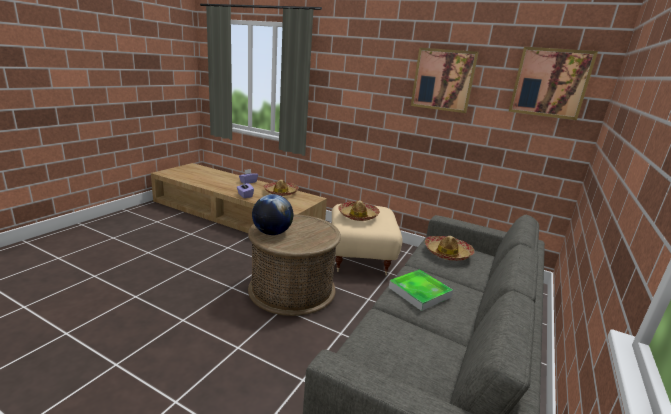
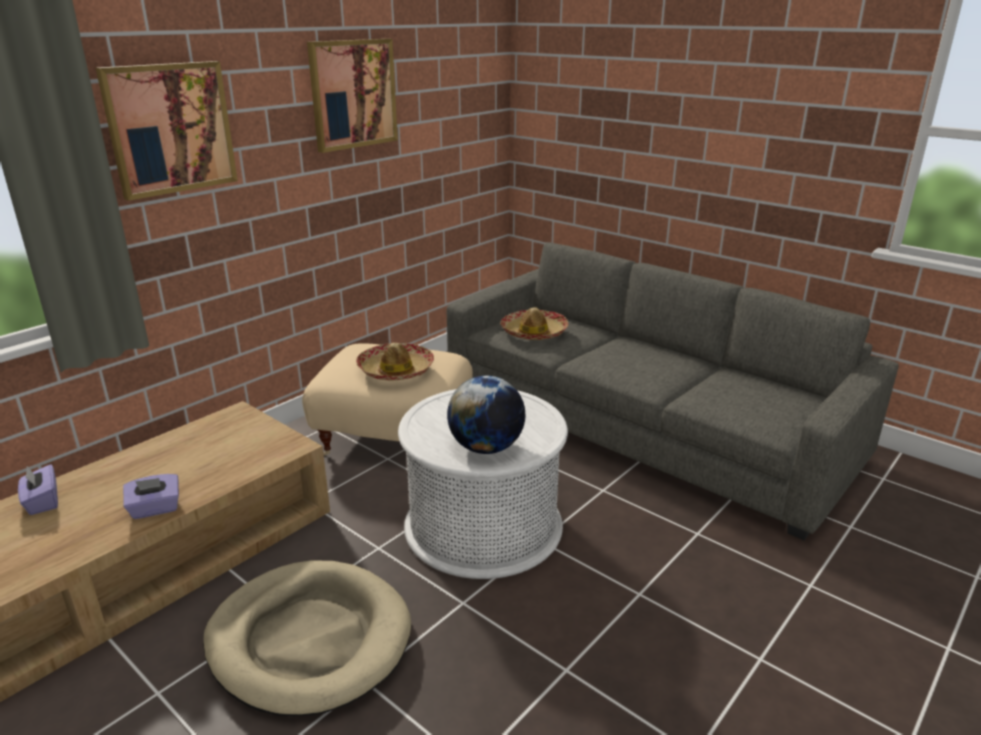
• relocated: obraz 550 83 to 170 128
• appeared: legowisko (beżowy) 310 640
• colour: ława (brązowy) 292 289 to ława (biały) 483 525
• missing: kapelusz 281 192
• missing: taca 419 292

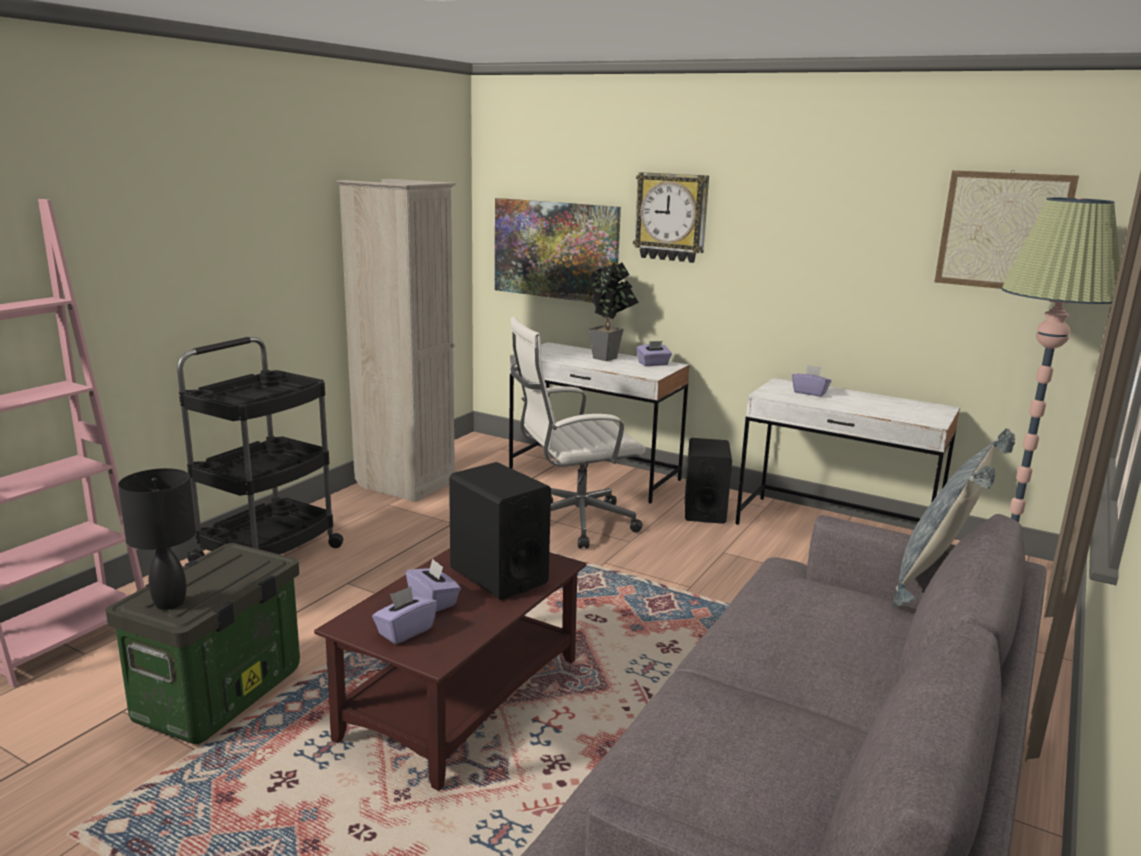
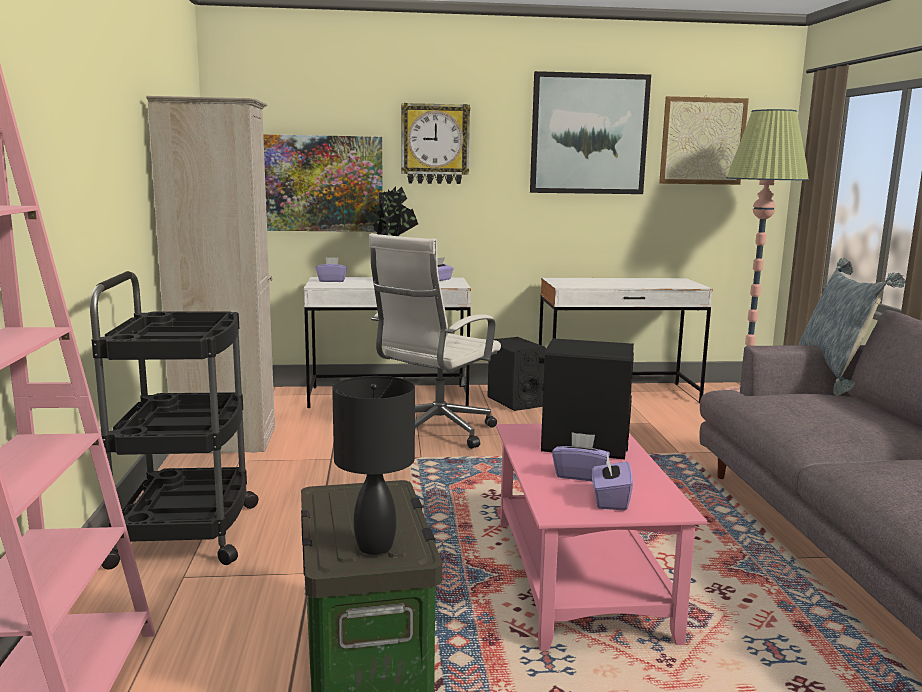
• relocated: pudełko chusteczek (fioletowy) 810 392 to 332 281
• colour: ława (brązowy) 461 700 to ława (różowy) 581 579
• appeared: obraz 589 134

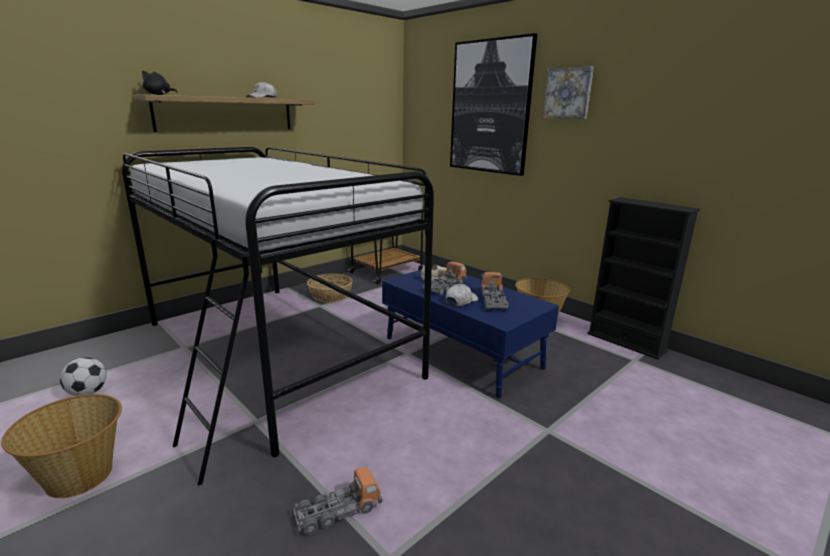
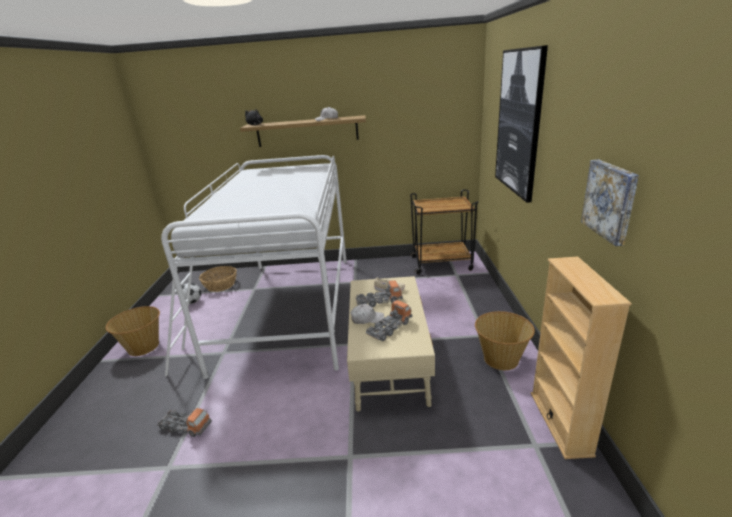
• colour: łóżko (czarny) 275 351 to łóżko (biały) 287 309
• relocated: koszyk 330 296 to 221 285
• colour: ława (niebieski) 460 352 to ława (beżowy) 388 360
• colour: regał (czarny) 626 342 to regał (beżowy) 560 422
• relocated: obraz 568 93 to 611 200

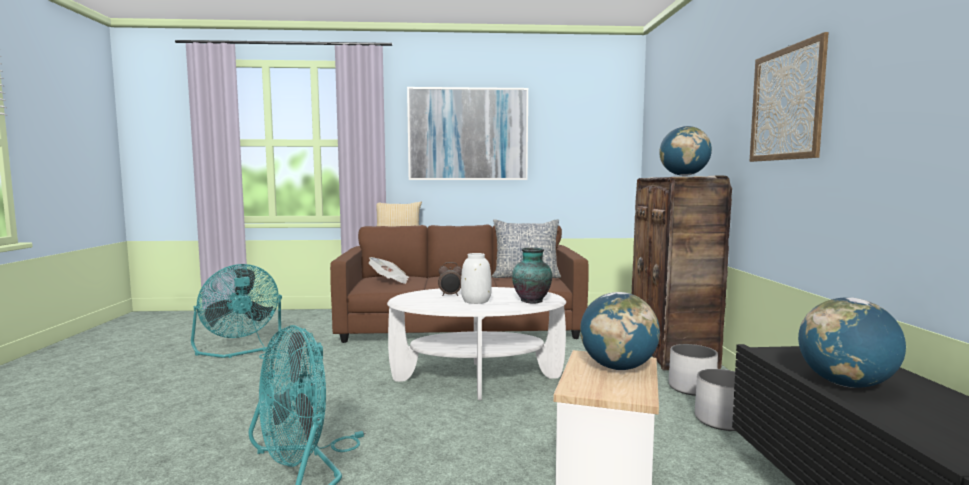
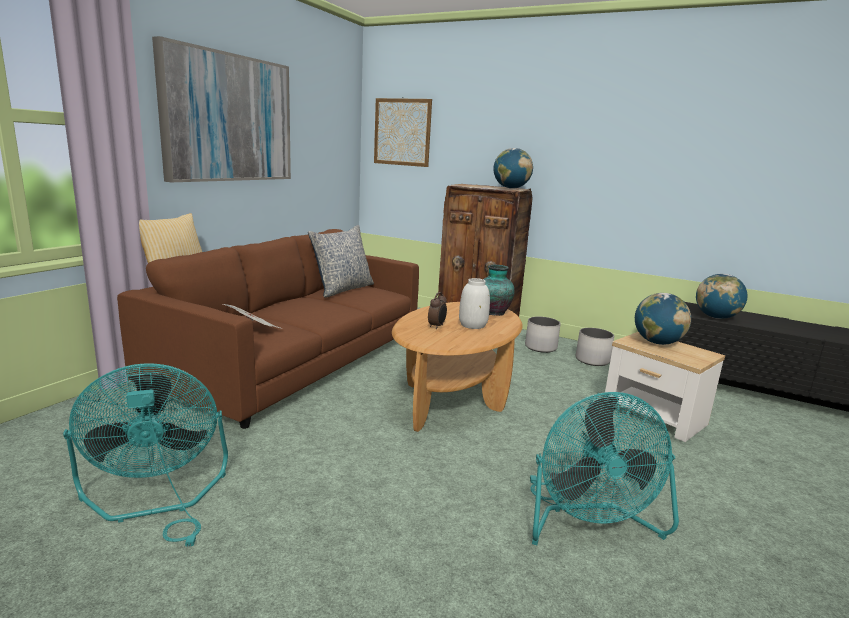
• spun: wentylator (turkusowy) 247 350 = 159 502 75 degrees clockwise
• relocated: obraz 786 102 to 402 131
• colour: ława (biały) 477 379 to ława (brązowy) 453 398

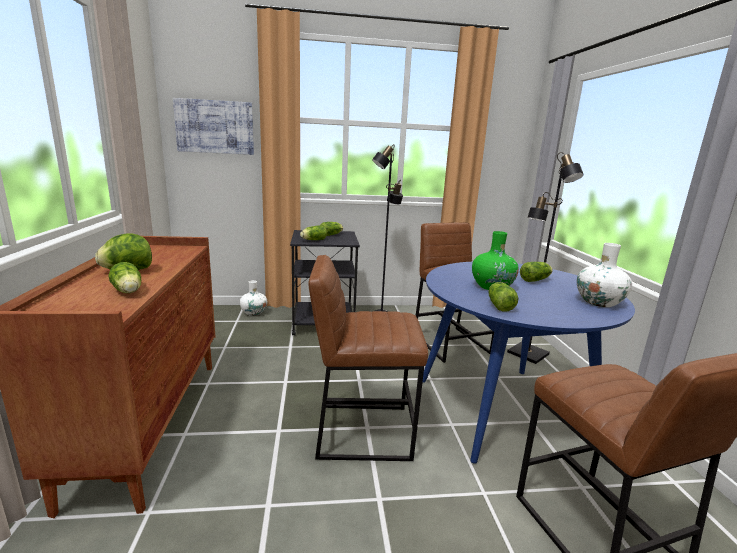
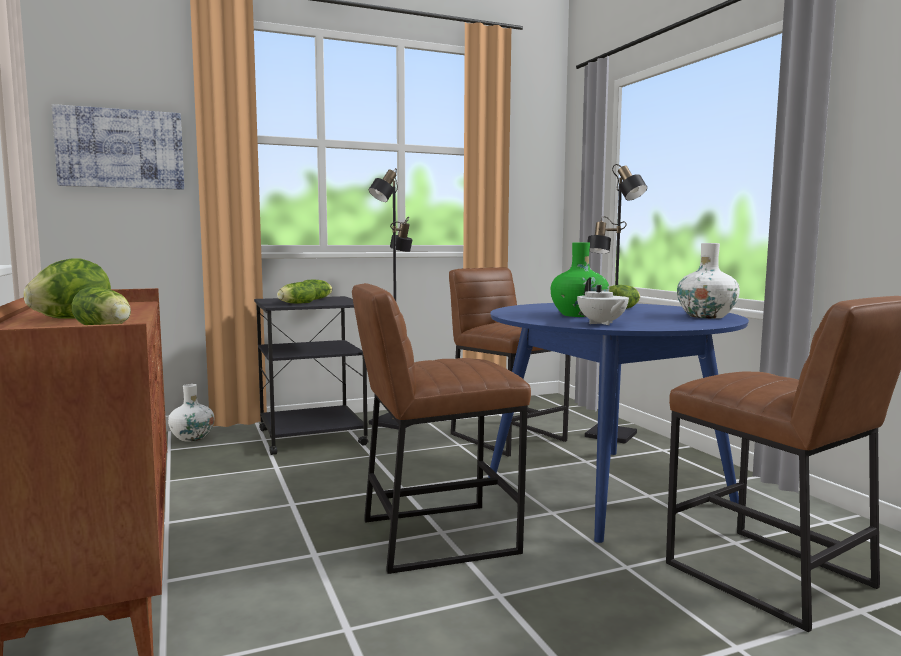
• exchanged: sałata 499 305 to imbryk (biały) 601 323

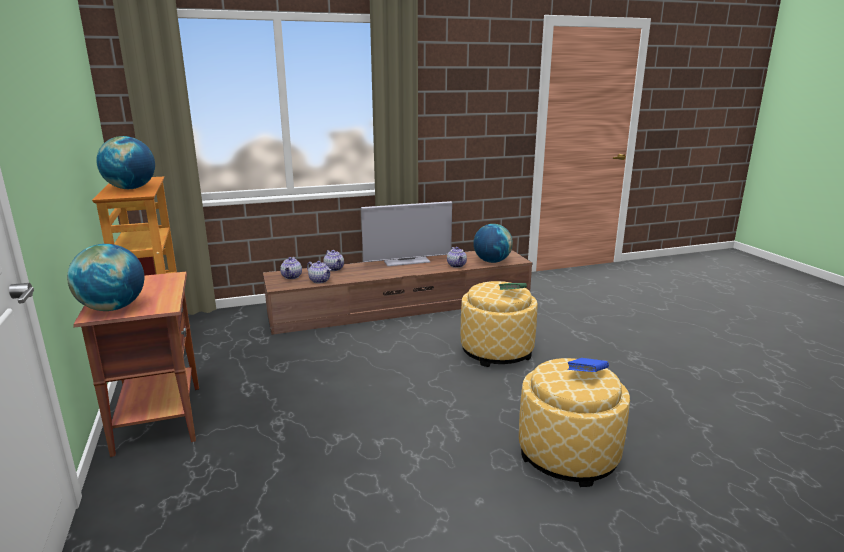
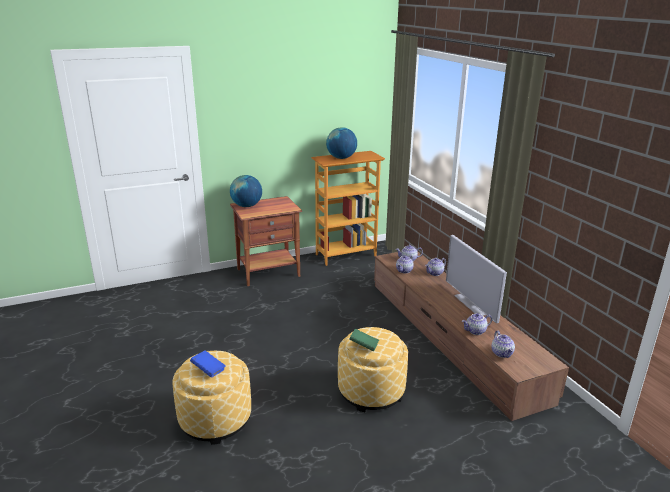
• exchanged: globus 492 261 to imbryk 502 353

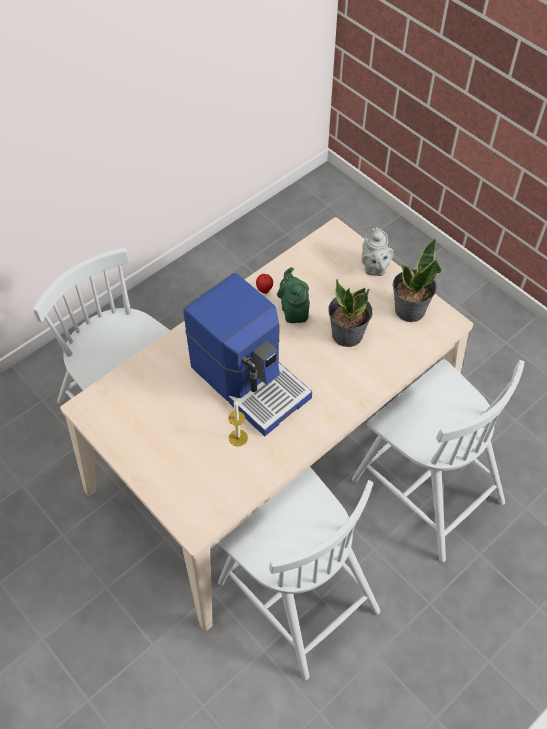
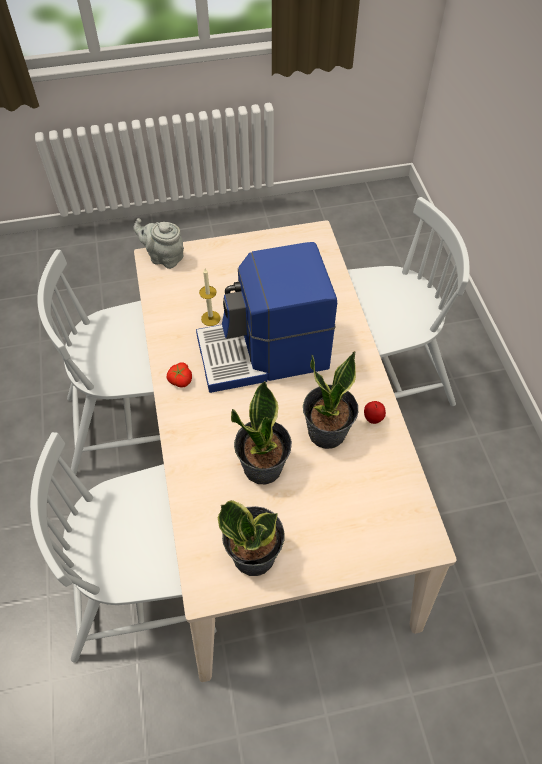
• relocated: imbryk (szary) 374 268 to 164 257
• appeared: pomidor 180 380
• exchanged: imbryk (zielony) 294 310 to roślina doniczkowa 327 432

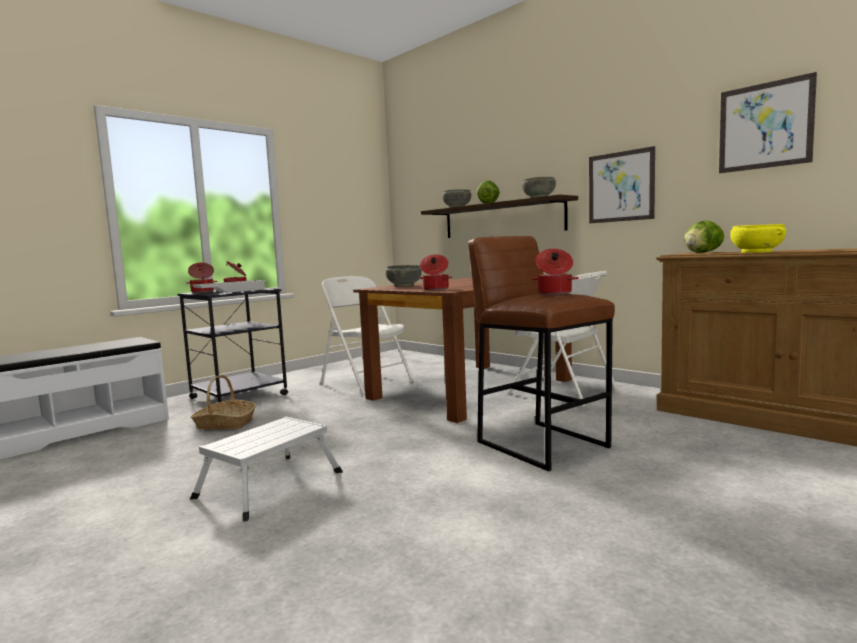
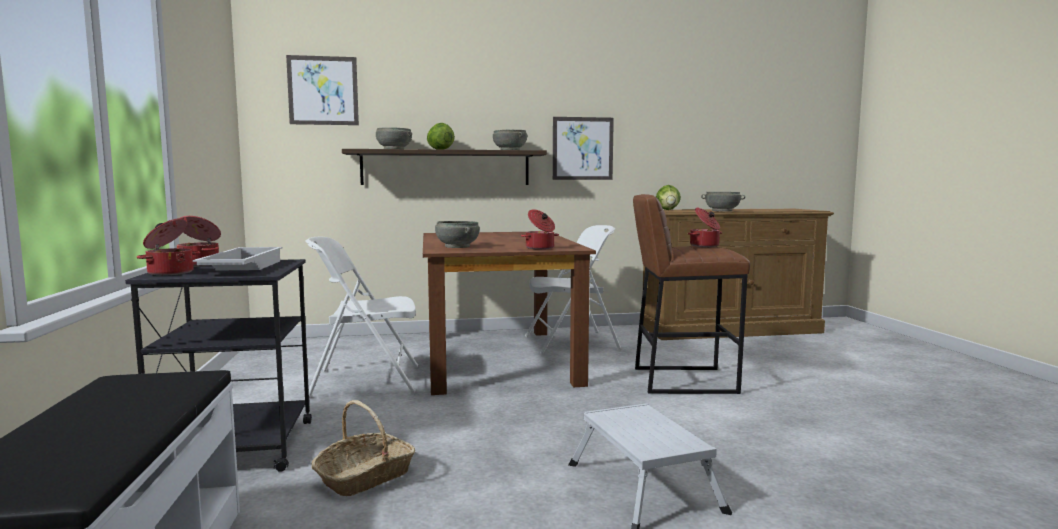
• relocated: obraz 765 126 to 323 90
• colour: miska (żółty) 756 252 to miska (szary) 722 211

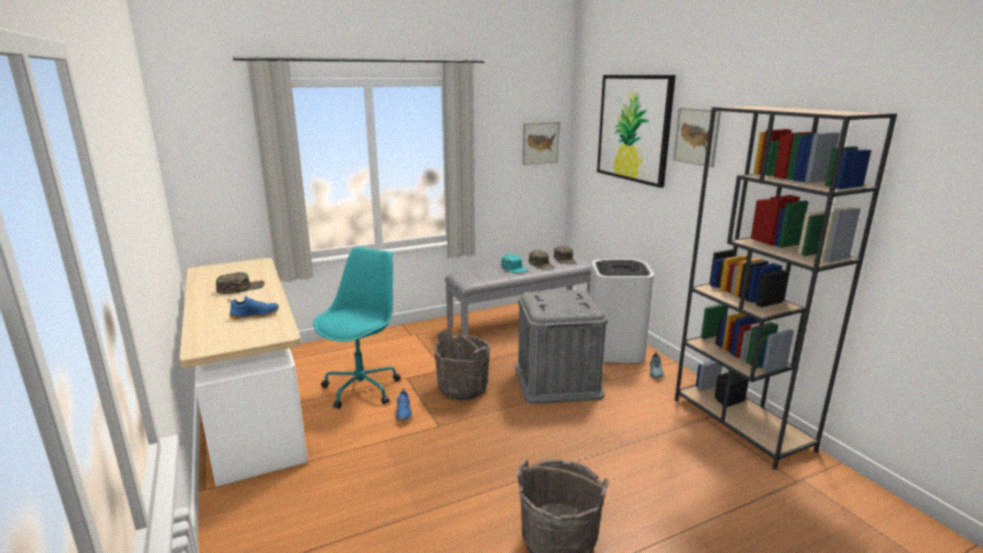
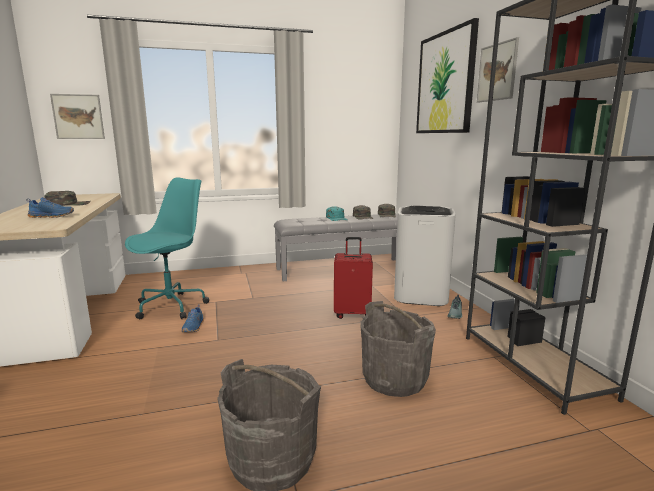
• relocated: obraz 540 143 to 78 117
• exchanged: pojemnik do przechowywania (szary) 557 381 to walizka (czerwony) 353 314
• relocated: wiadro (szary) 463 388 to 394 379

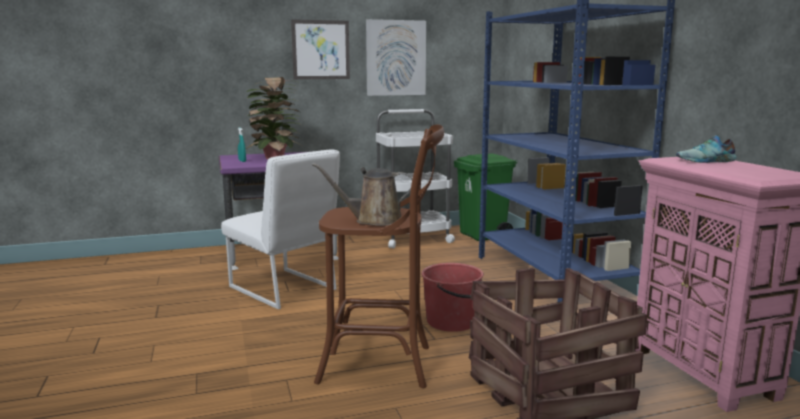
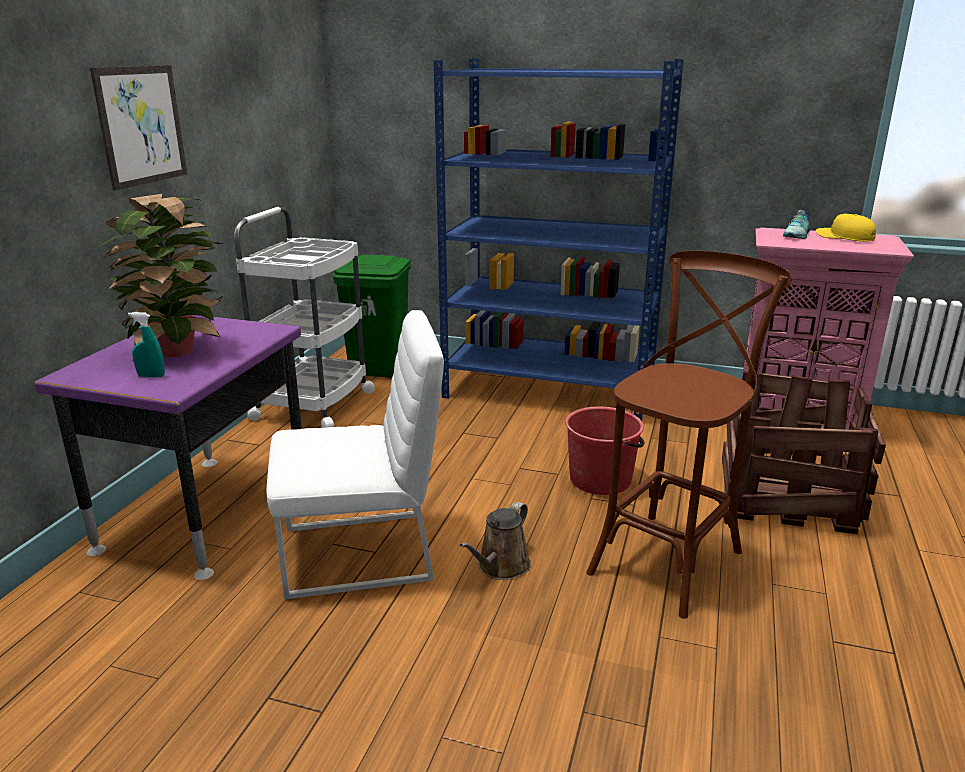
• relocated: konewka (brązowy) 373 220 to 501 567
• appeared: czapka z daszkiem (żółty) 844 237
• missing: obraz 395 58

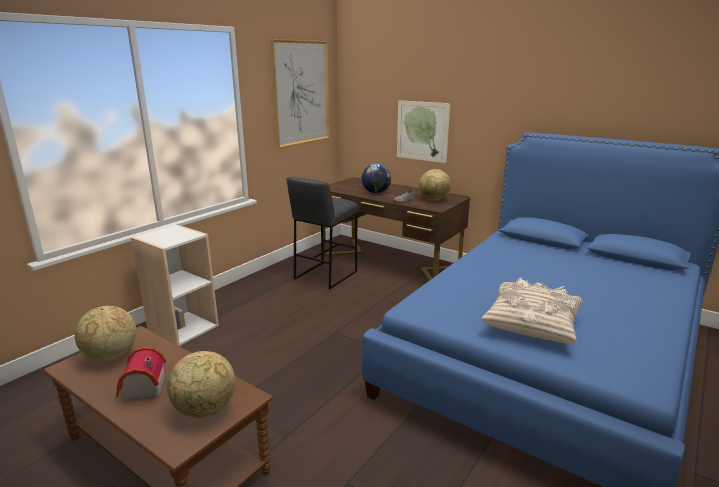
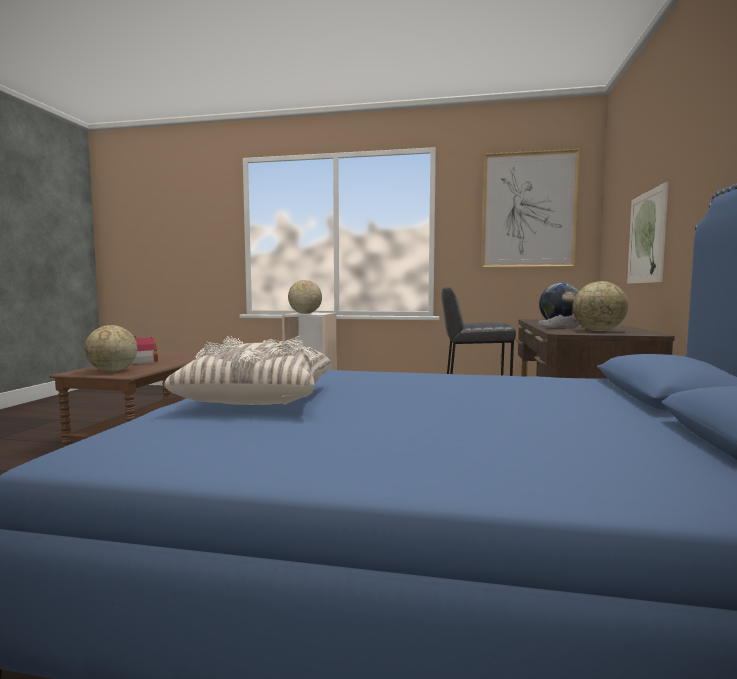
• relocated: globus 110 356 to 305 313

